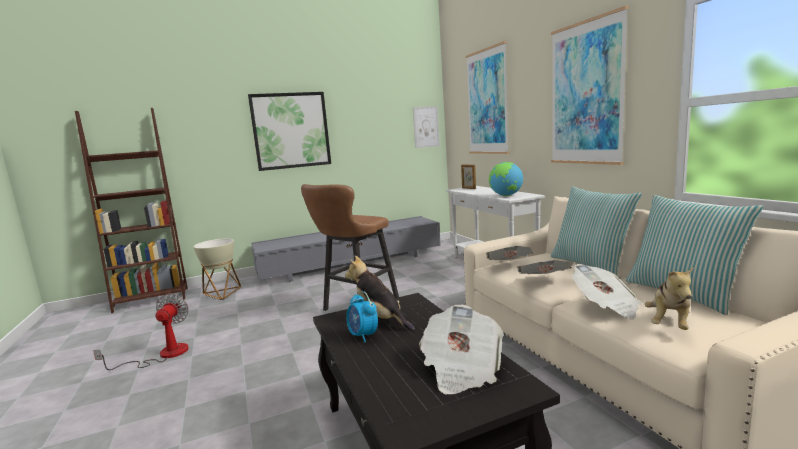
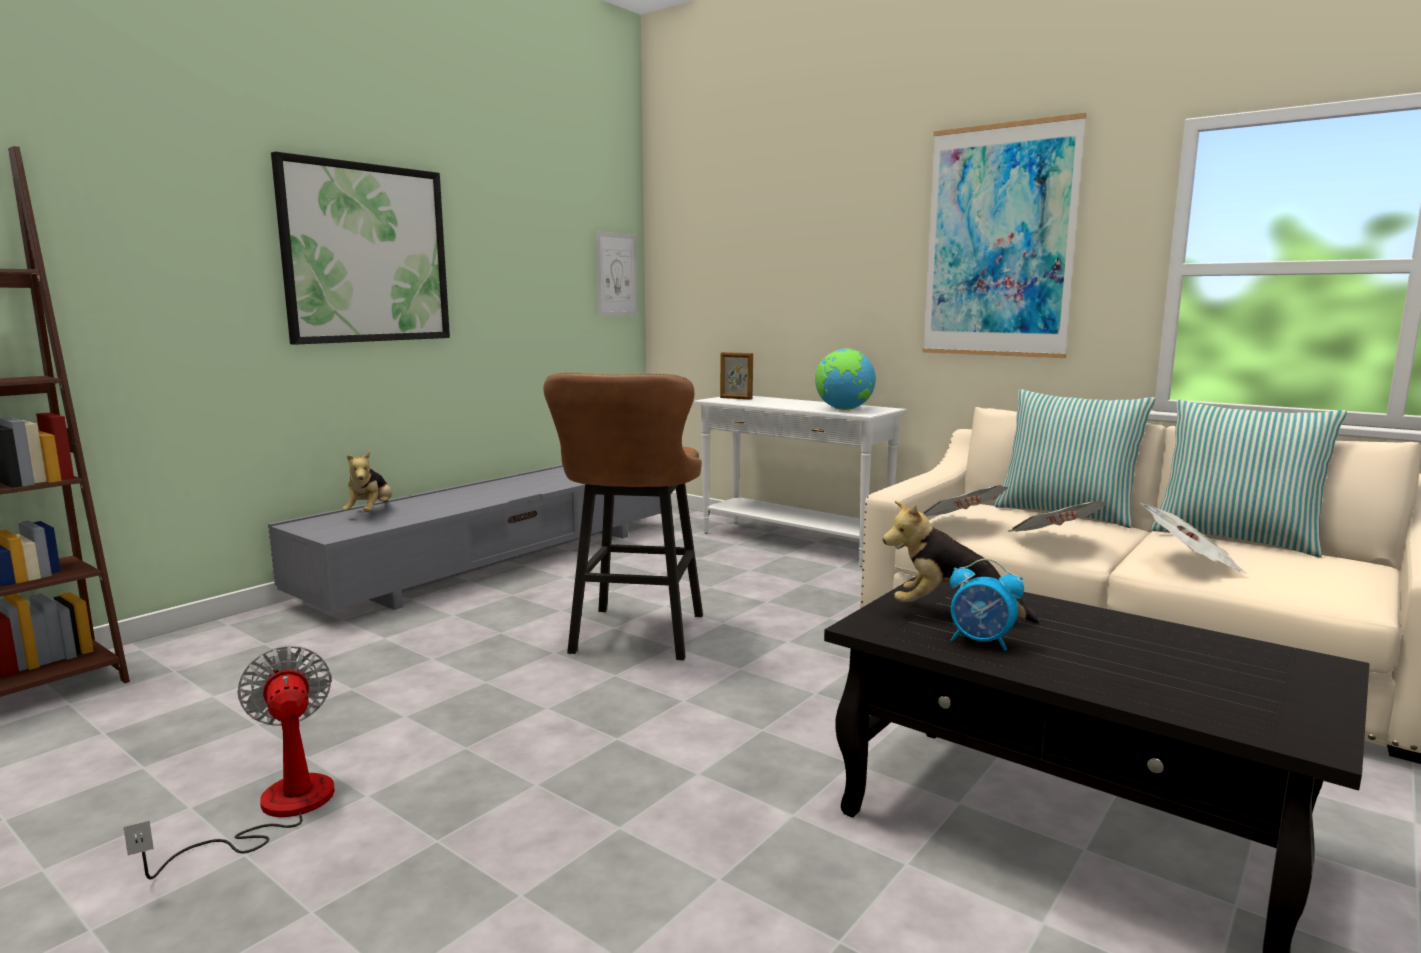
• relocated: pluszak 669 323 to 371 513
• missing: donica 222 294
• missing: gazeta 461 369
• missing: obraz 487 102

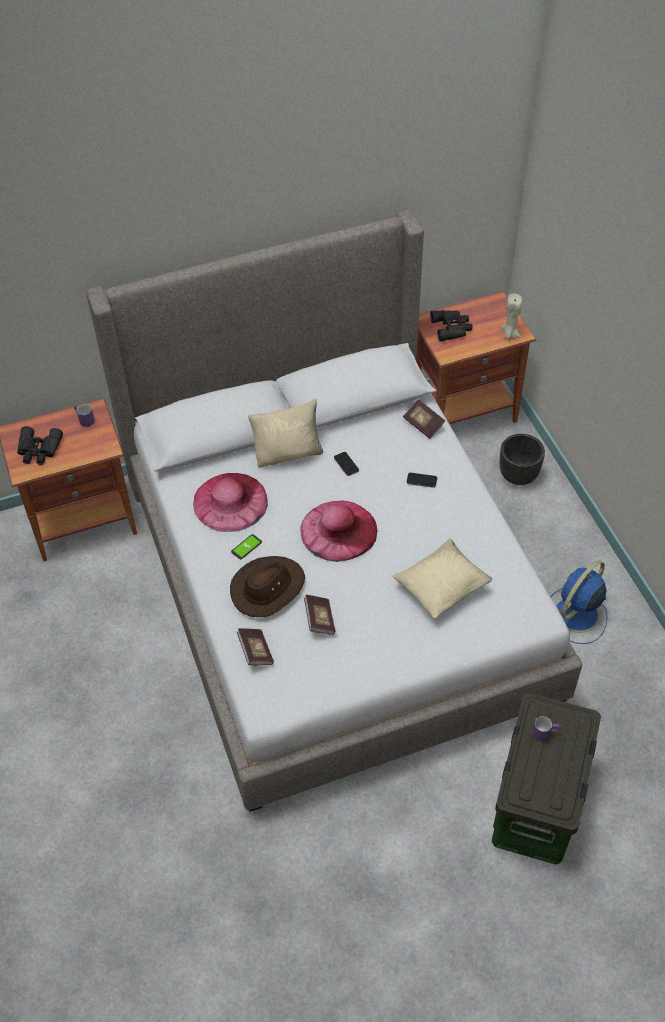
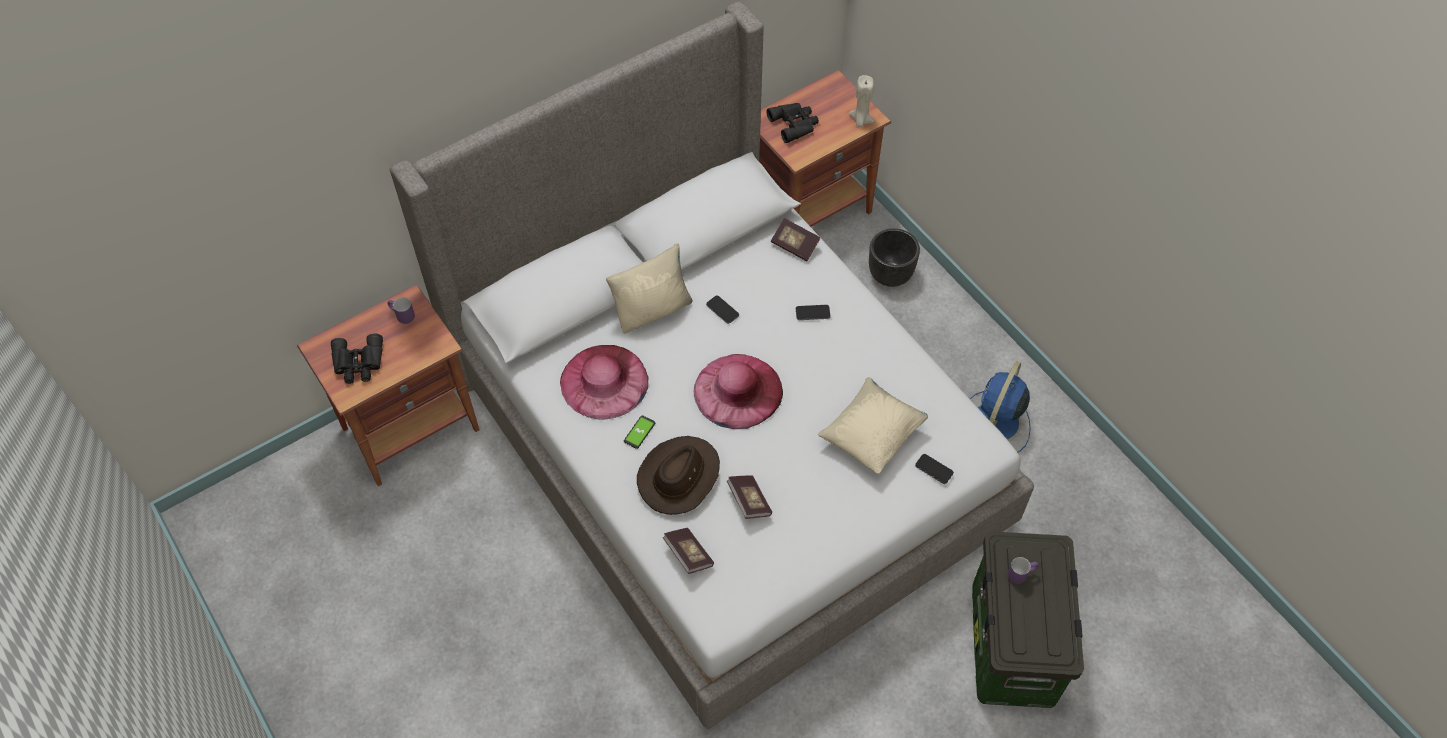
• appeared: telefon 934 469

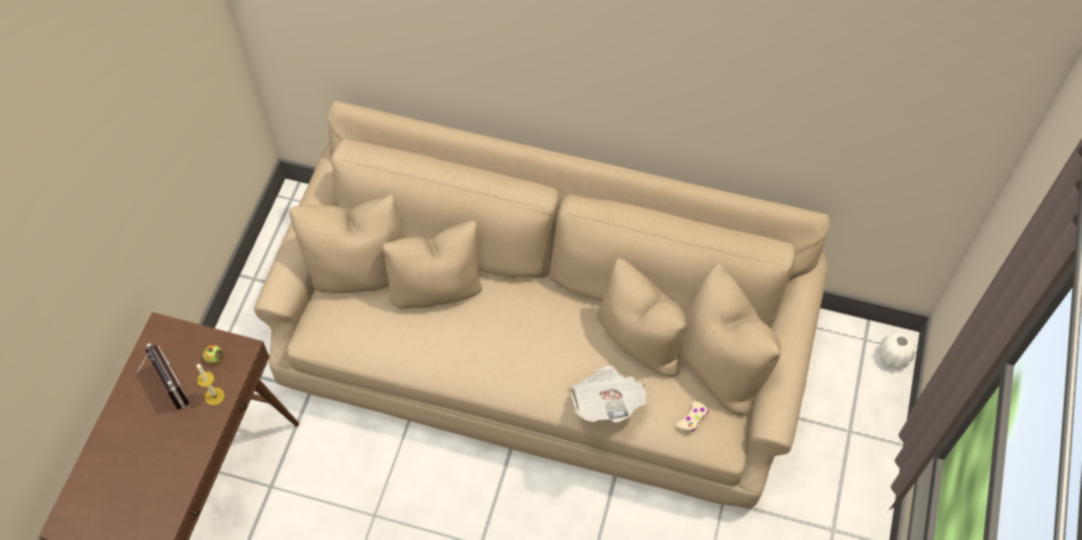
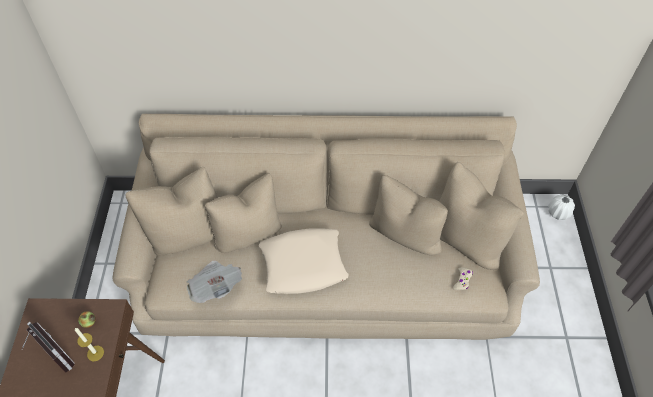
• relocated: gazeta 606 402 to 216 287
• appeared: poduszka (beżowy) 303 264

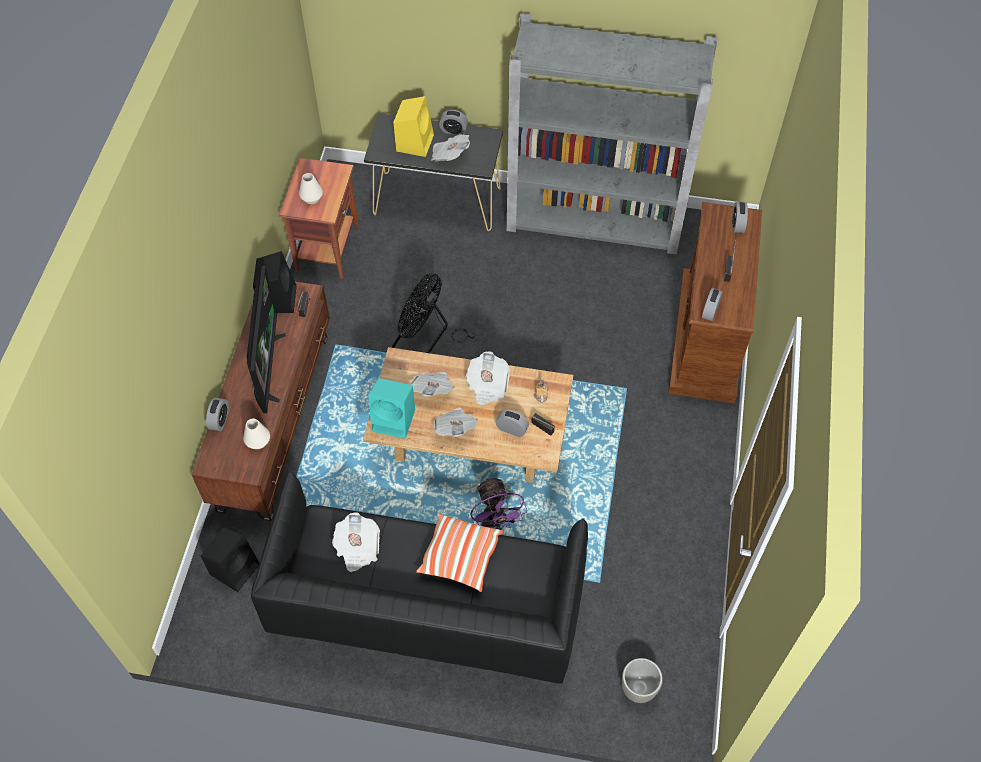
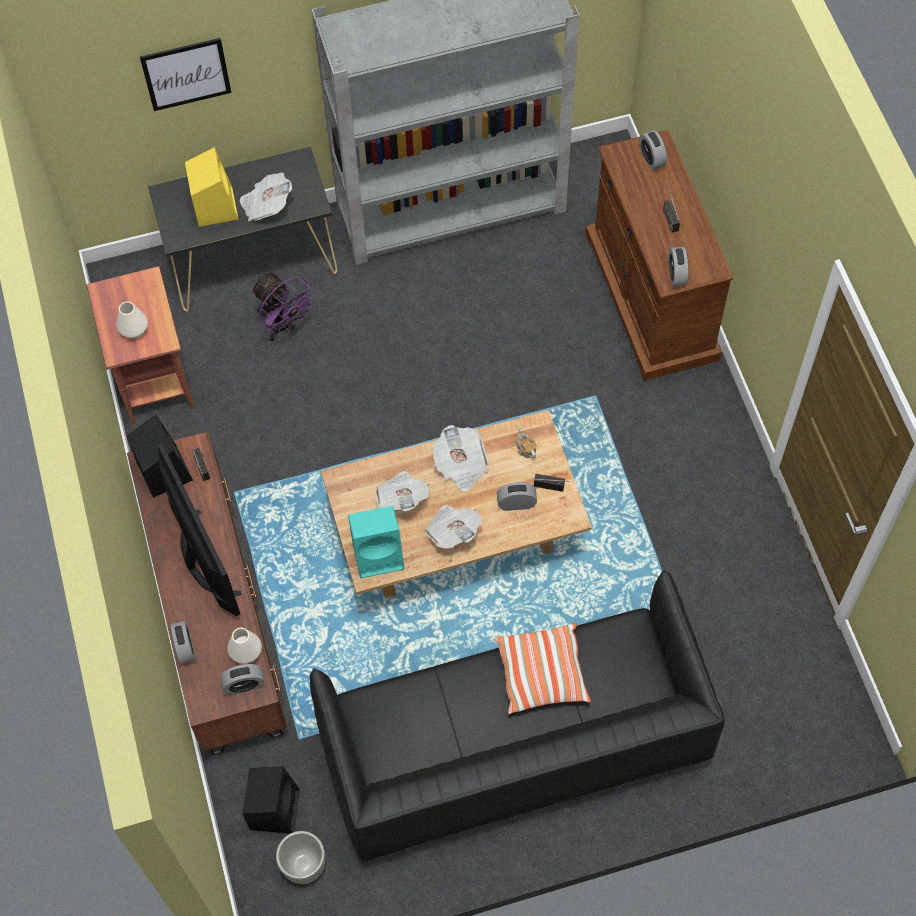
• appeared: obraz 186 74
• relocated: budzik 454 130 to 244 685
• relocated: wentylator (fioletowy) 495 523 to 284 326
• relocated: donica (szary) 638 689 to 304 866
• missing: gazeta 357 548
• missing: wentylator (czarny) 430 333

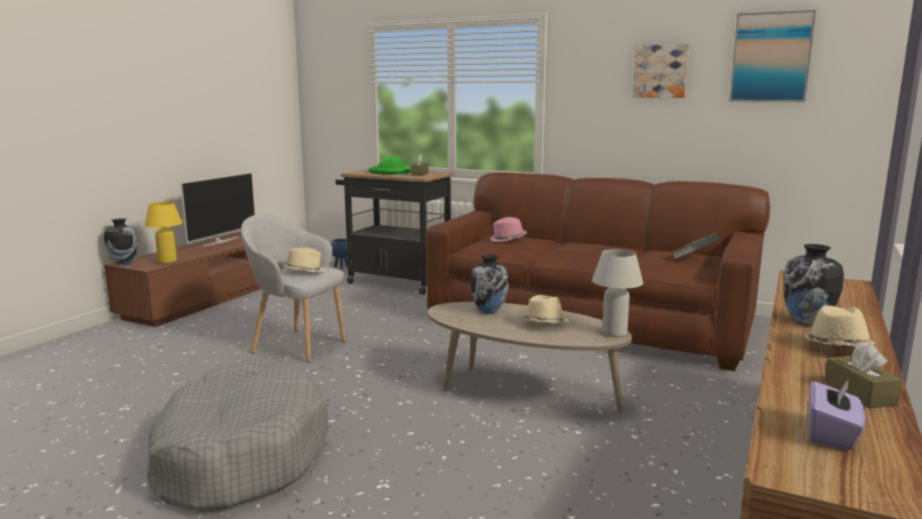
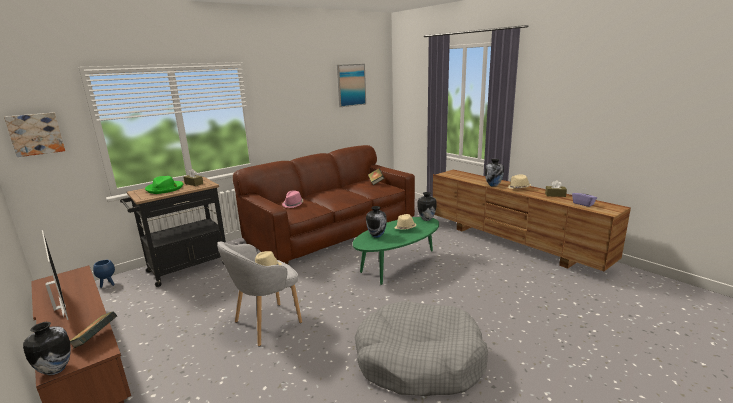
• relocated: obraz 660 71 to 35 134
• exchanged: lampa stołowa (żółty) 167 261 to książka 96 340
• colour: ława (beżowy) 522 392 to ława (zielony) 398 266
• exchanged: lampa stołowa (biały) 614 333 to wazon 426 219

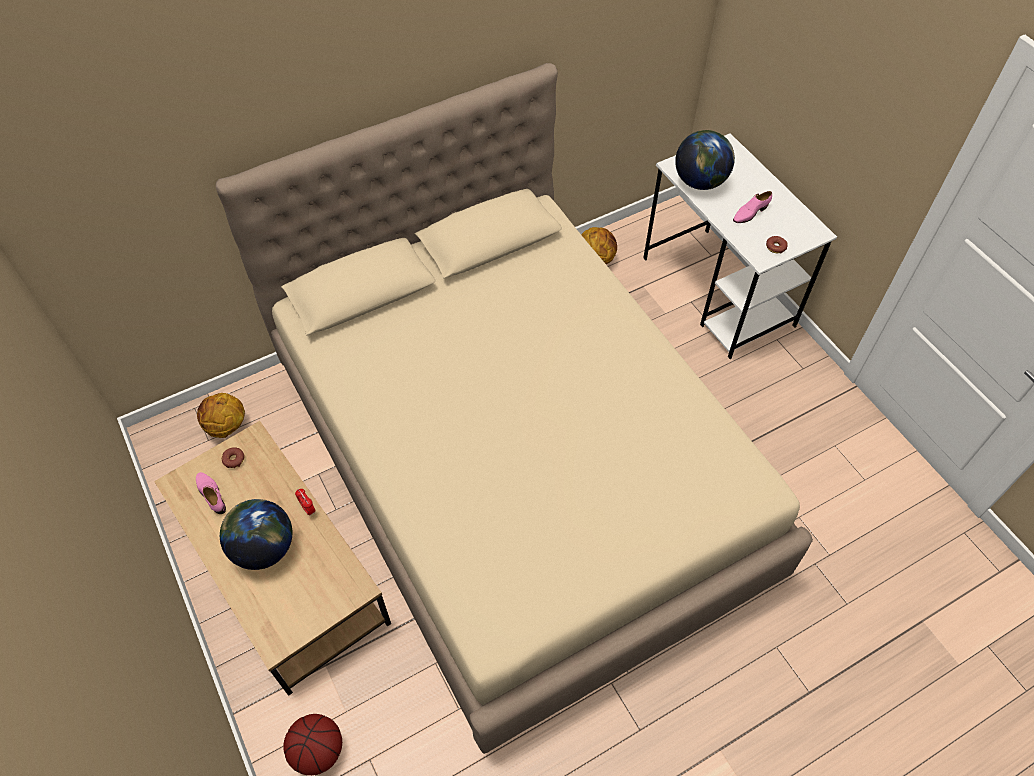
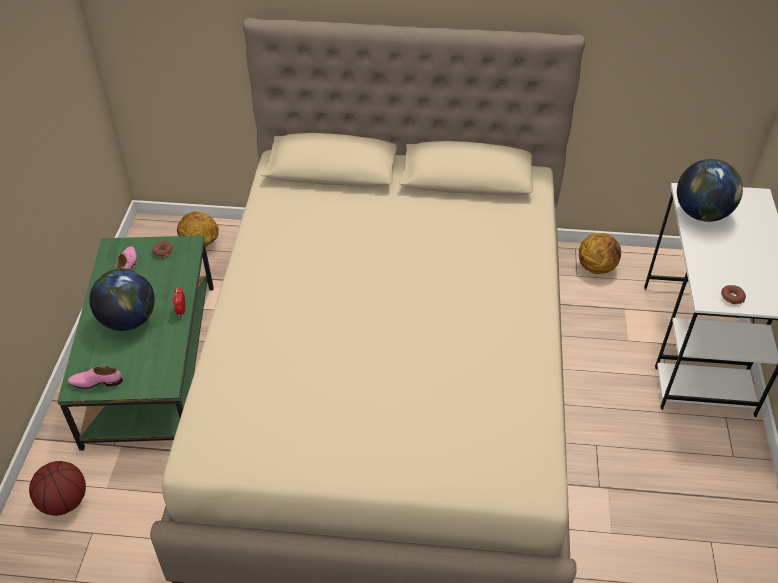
• colour: ława (brązowy) 283 569 to ława (zielony) 152 362
• relocated: but (różowy) 750 213 to 96 382

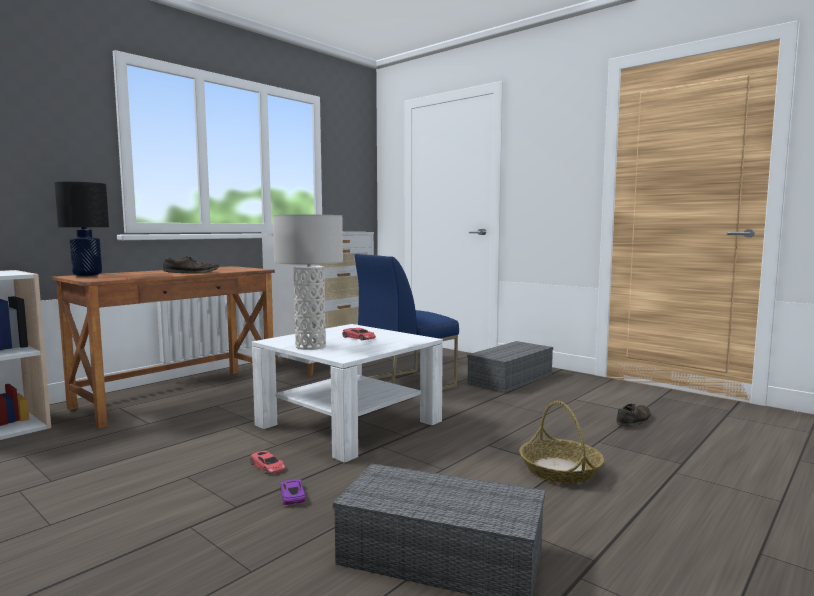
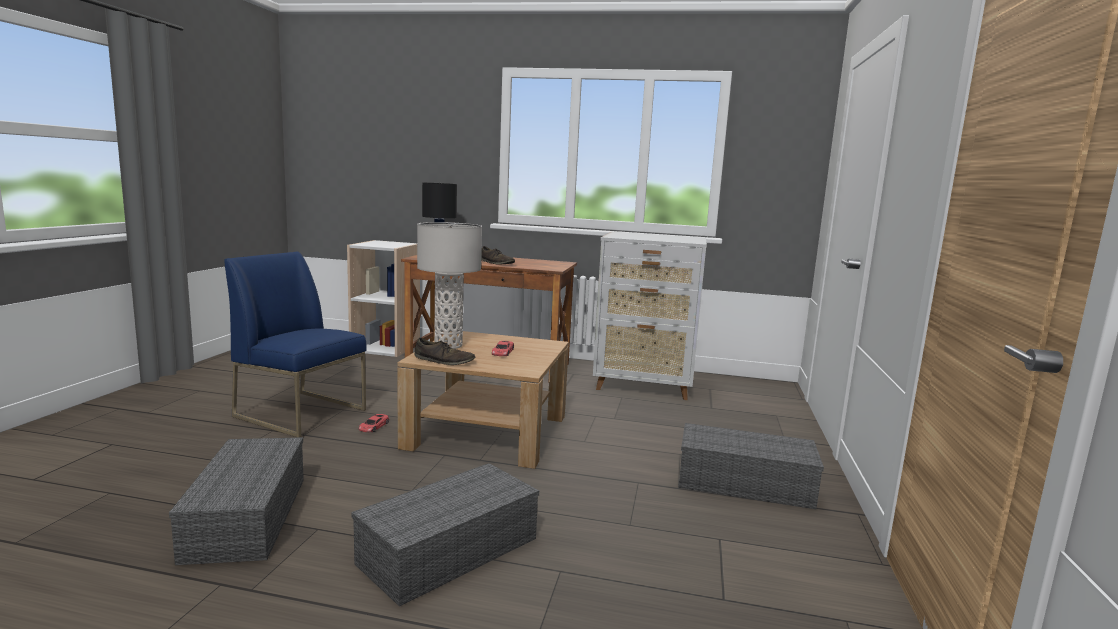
• relocated: krzesło (niebieski) 404 384 to 302 413
• exchanged: koszyk 560 470 to pojemnik do przechowywania (szary) 448 552
• colour: ława (biały) 349 423 to ława (brązowy) 487 432
• relocated: but (brązowy) 633 420 to 444 361
• missing: samochodzik (fioletowy) 292 495

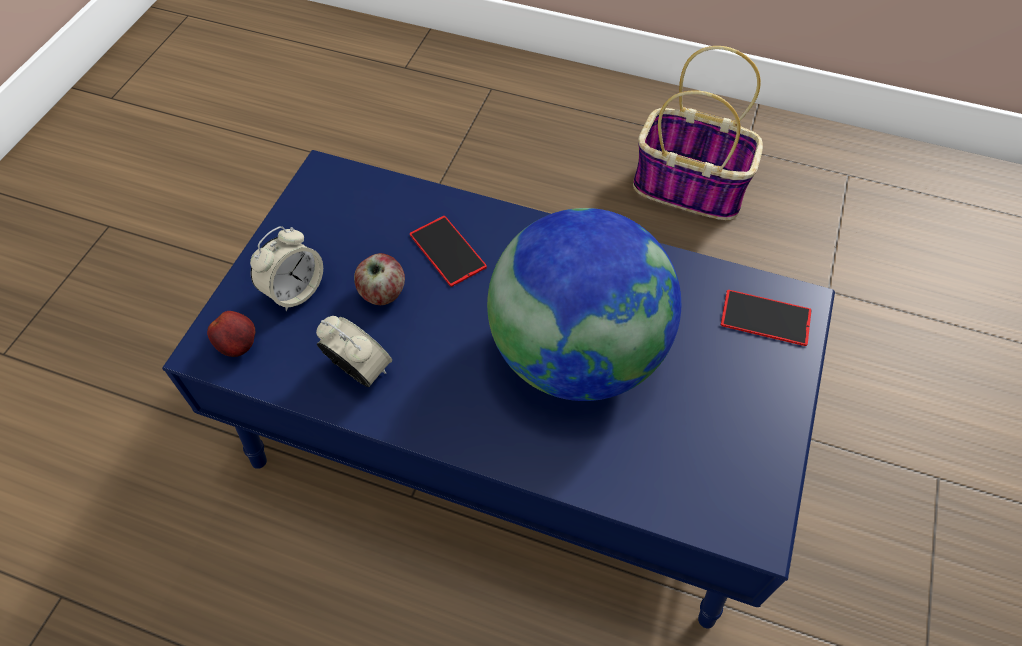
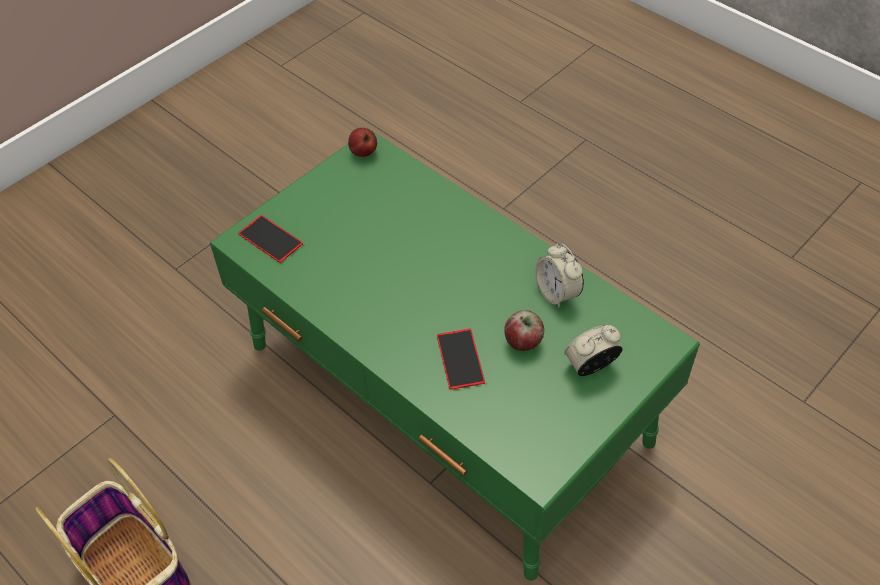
• colour: ława (niebieski) 506 437 to ława (zielony) 448 395
• relocated: jabłko 239 345 to 363 152
• missing: globus 576 354

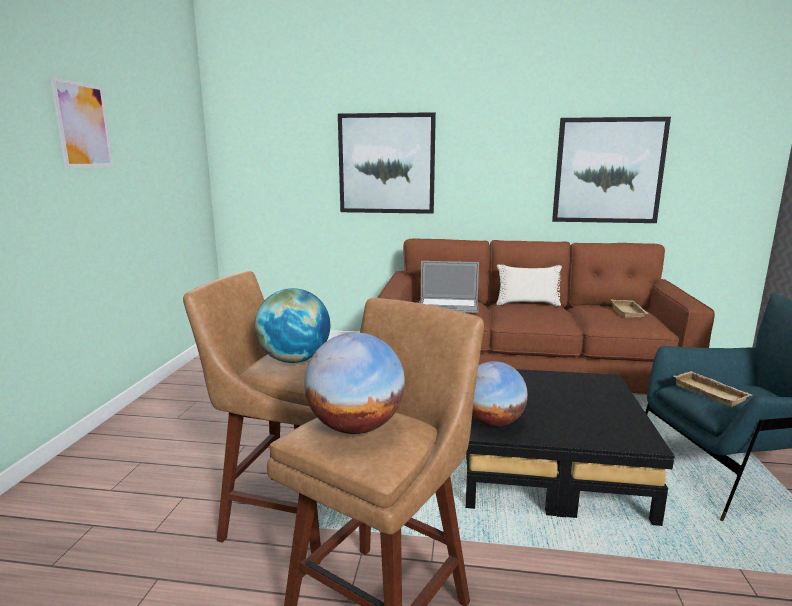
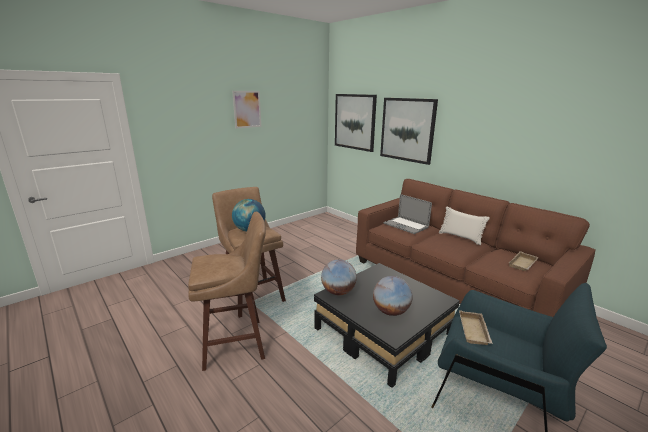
• relocated: obraz 608 171 to 355 122
• relocated: globus 355 427 to 390 311

